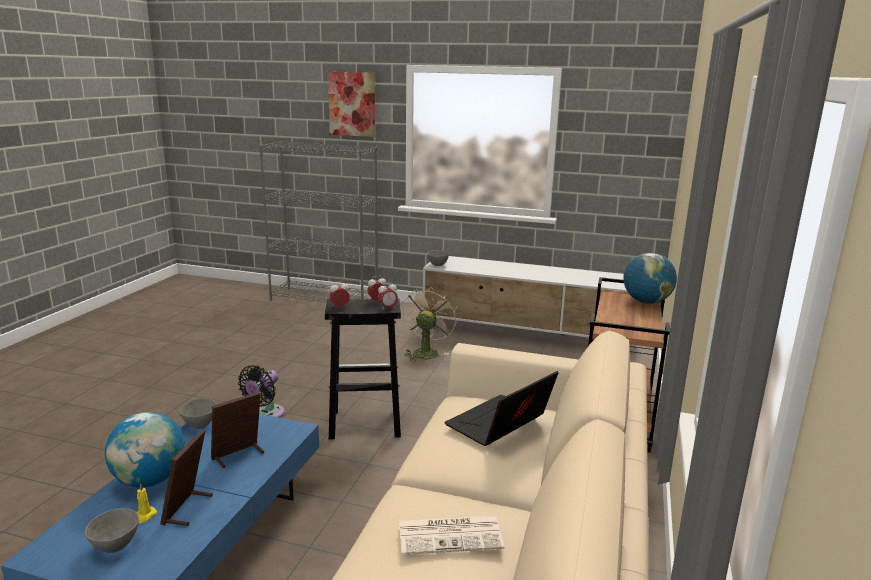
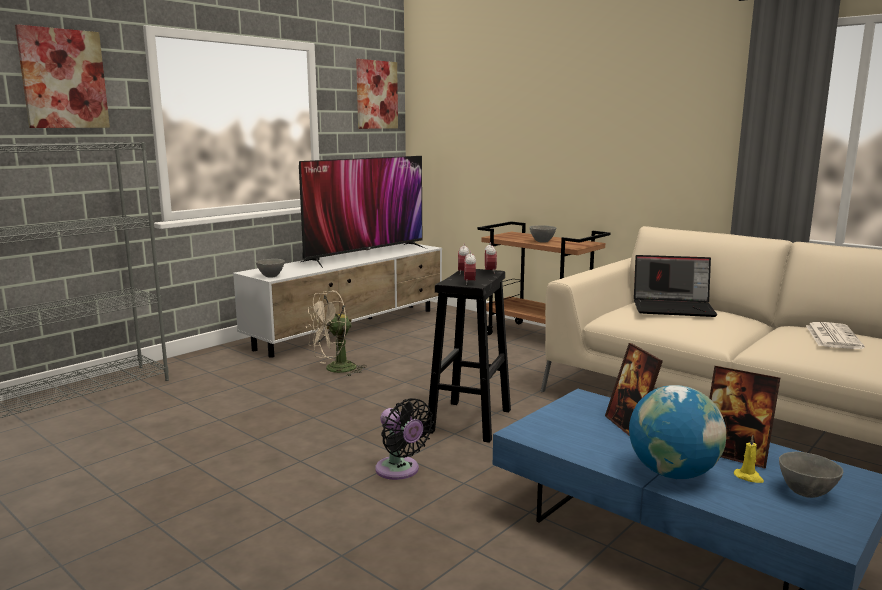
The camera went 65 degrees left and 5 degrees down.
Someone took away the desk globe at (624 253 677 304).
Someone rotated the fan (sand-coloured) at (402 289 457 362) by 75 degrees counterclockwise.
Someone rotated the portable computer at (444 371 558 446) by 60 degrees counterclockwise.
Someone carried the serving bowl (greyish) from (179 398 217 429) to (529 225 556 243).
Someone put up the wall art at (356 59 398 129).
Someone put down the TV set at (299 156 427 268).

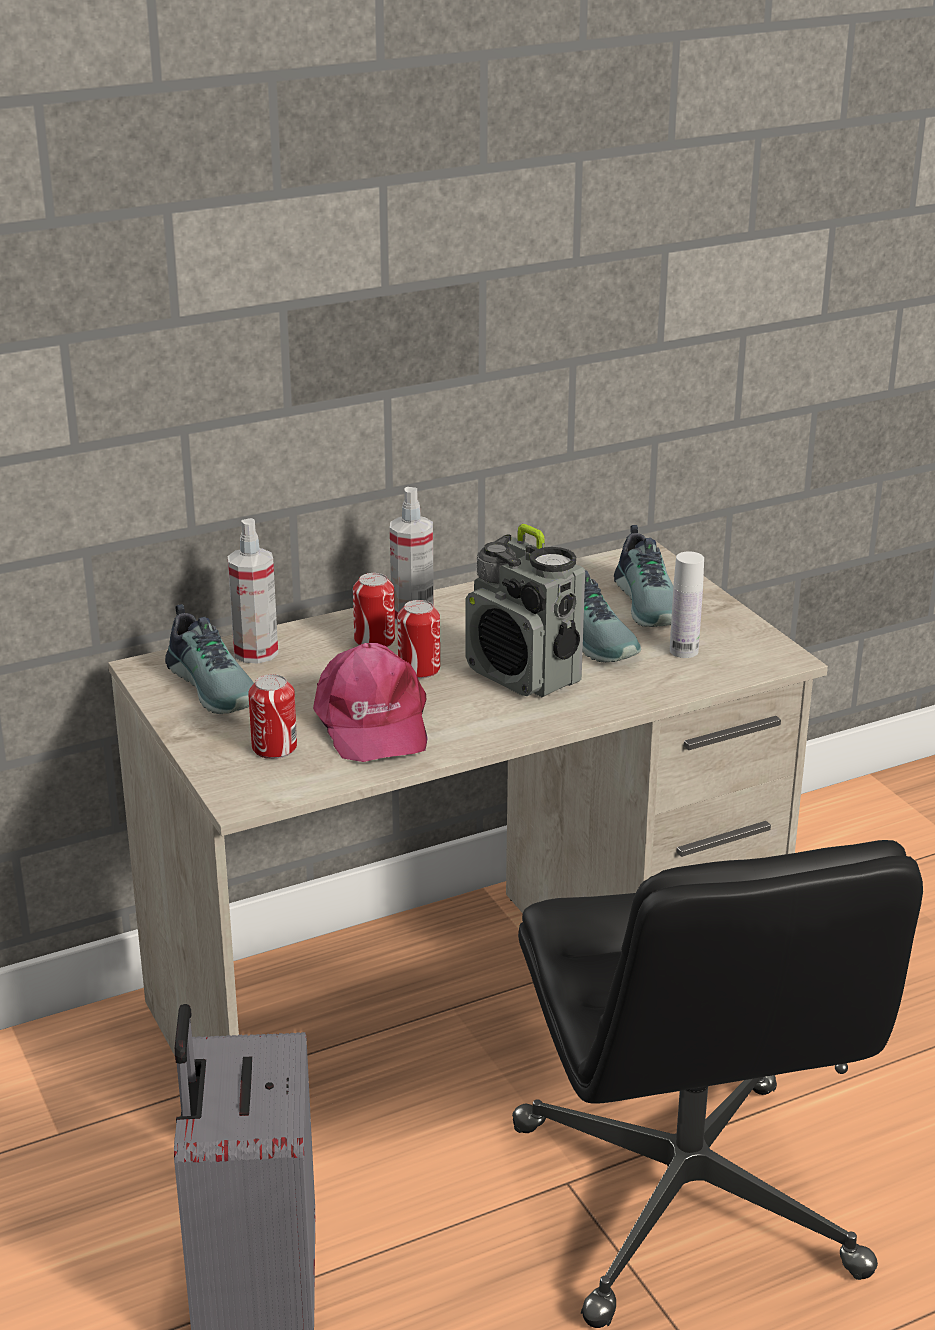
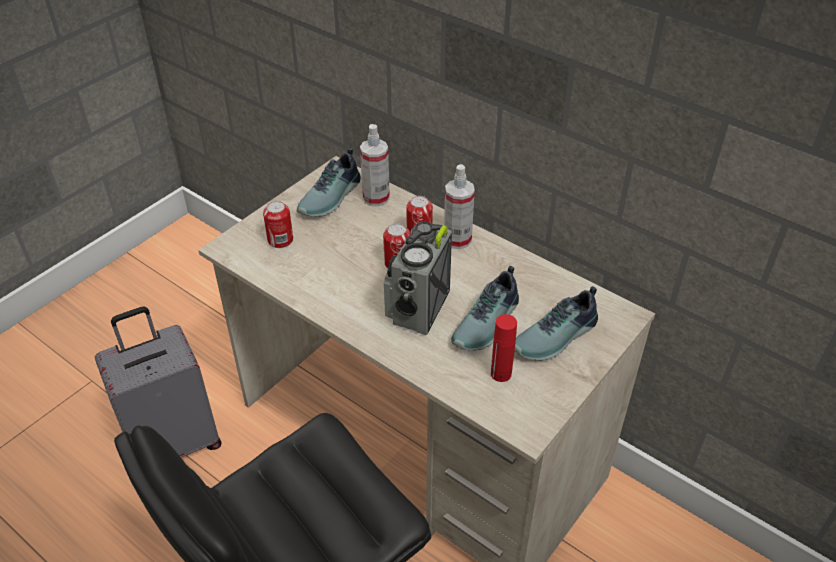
The camera went 65 degrees right and 15 degrees up.
Someone repainted the drink bottle (whitish) at (670 551 704 658), which became the drink bottle (red) at (491 314 517 382).
Someone took away the cap (pinkish) at (313 643 427 762).

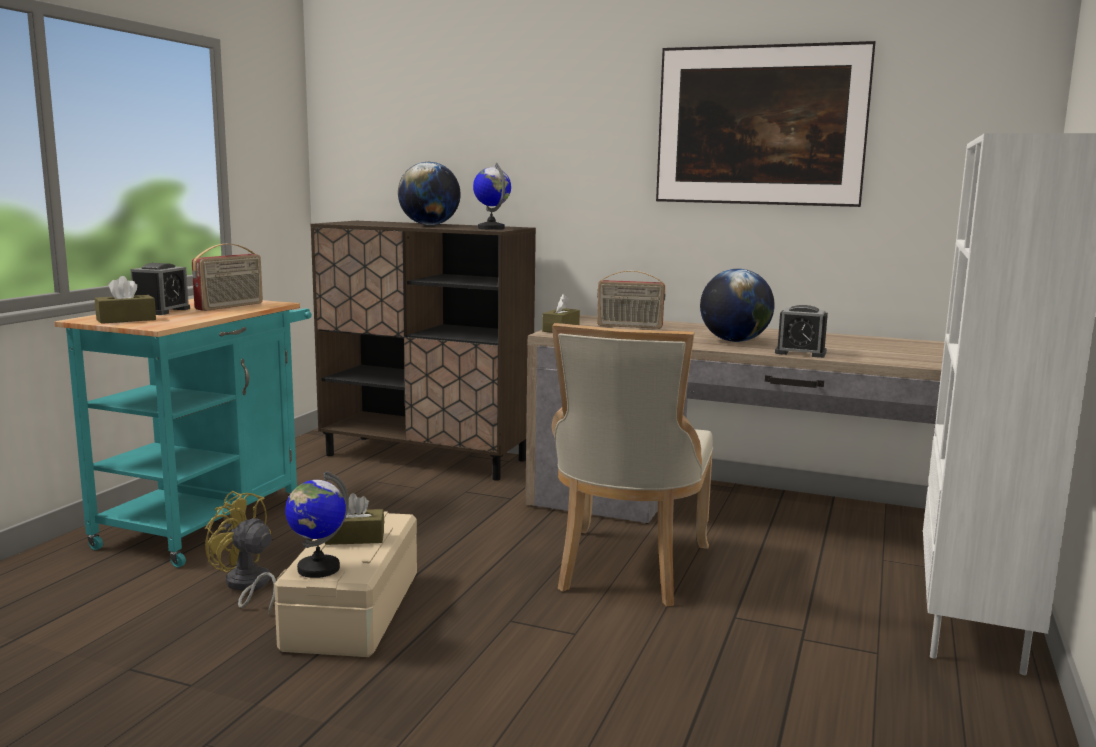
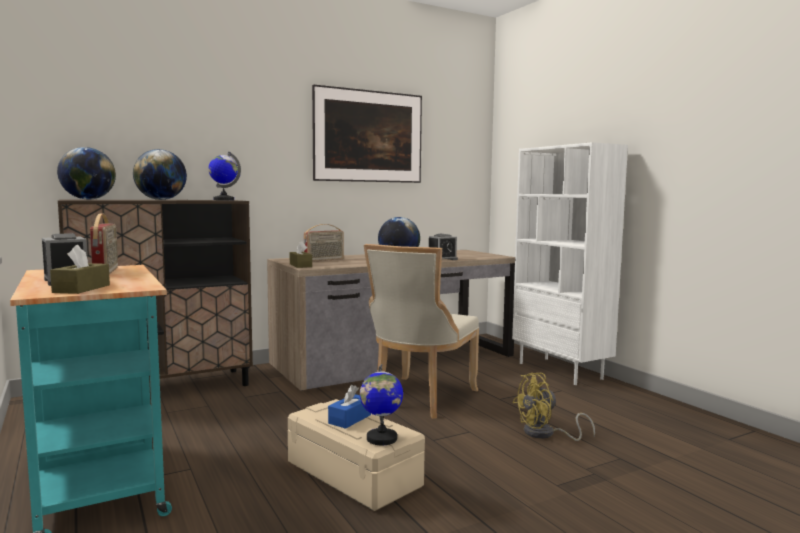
The camera went 50 degrees left and 5 degrees down.
Someone rotated the plain chair (sand-coloured) at (552 323 713 607) by 60 degrees clockwise.
Someone carried the fan (yellow-coloured) from (205 491 276 614) to (513 373 595 441).
Someone repainted the tissue holder (brown-coloured) at (325 493 384 545), which became the tissue holder (bluish) at (328 385 371 429).
Someone put down the desk globe at (57 147 116 200).

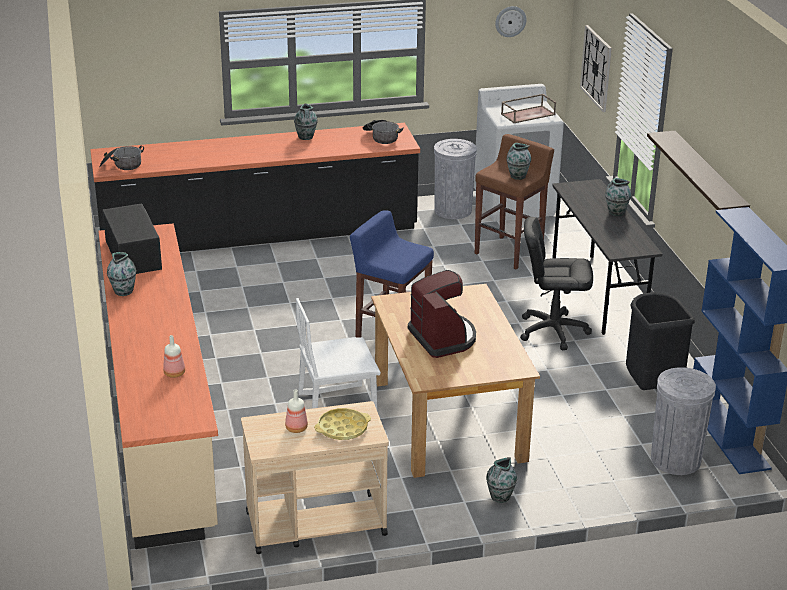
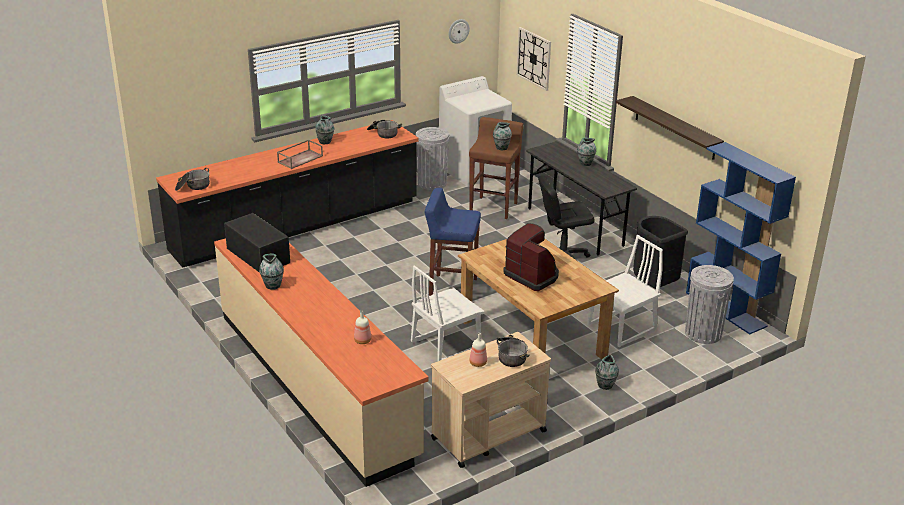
The camera went 20 degrees left and 0 degrees up.
Someone carried the carrying tray (brown-coloured) from (501 94 556 123) to (277 140 323 169).
Someone swapped the carrying tray (yellow-coloured) at (314 408 371 440) for the saucepot at (496 335 529 367).
Someone put down the plain chair (whitish) at (587 235 663 347).

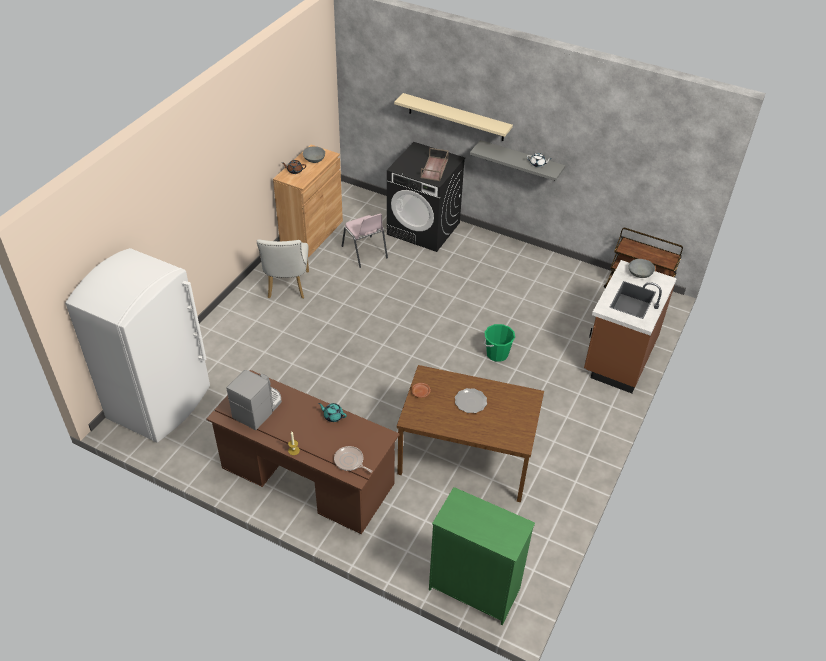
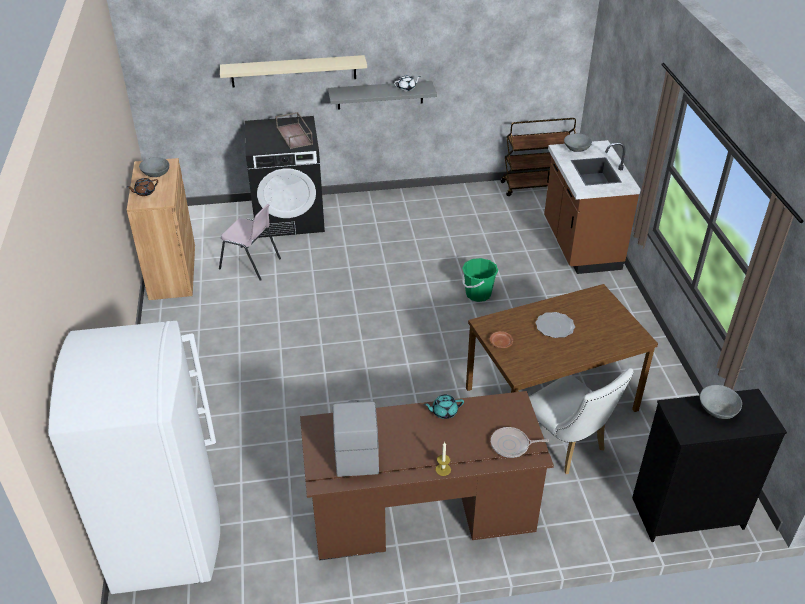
The camera went 35 degrees left and 5 degrees down.
Someone carried the plain chair (whitish) from (257 240 309 299) to (529 368 634 474).
Someone repainted the dresser (green) at (429 487 535 625), which became the dresser (black-coloured) at (632 389 787 542).
Someone put down the serving bowl (greyish) at (700 385 742 419).

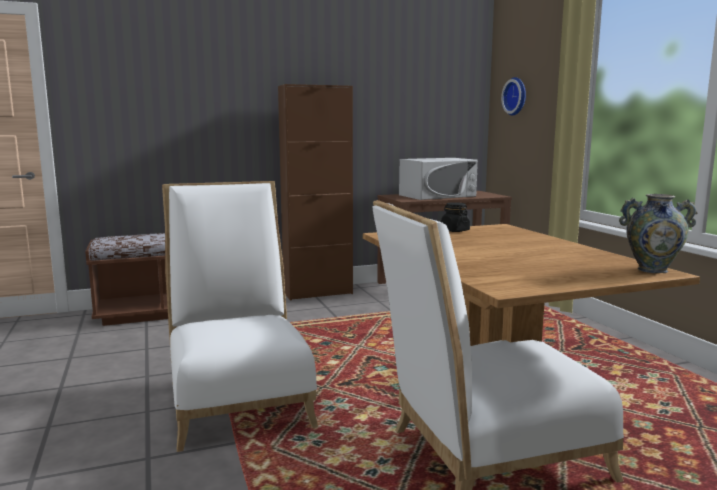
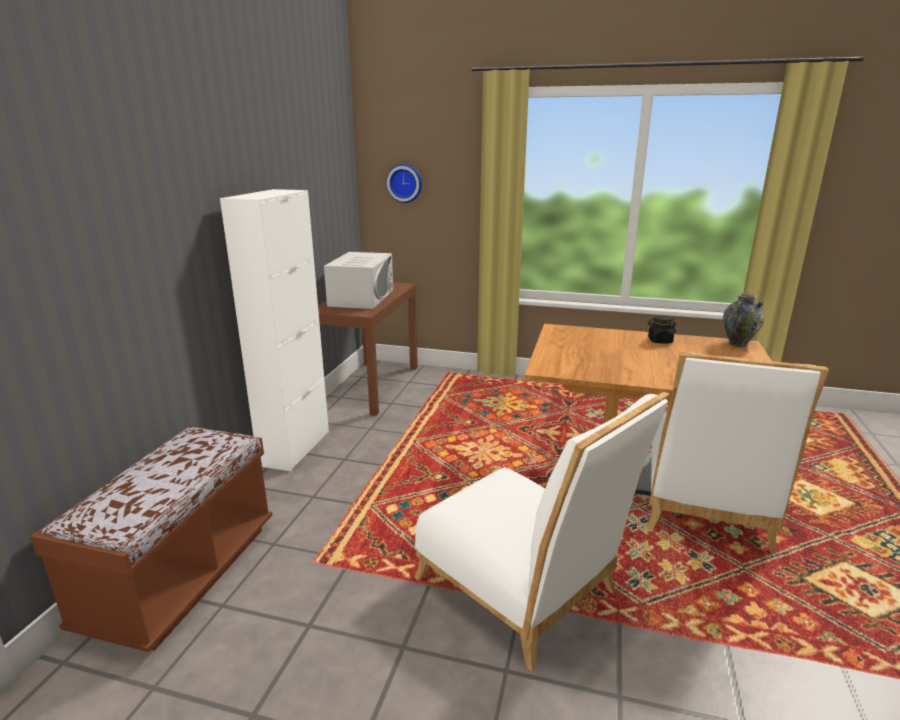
The camera went 55 degrees left and 10 degrees up.
Someone repainted the storage cabinet (brown-coloured) at (278 84 353 301), which became the storage cabinet (whitish) at (220 189 329 471).
Someone rotated the plain chair (whitish) at (162 181 318 452) by 150 degrees counterclockwise.
Someone carried the jar (black-coloured) from (441 202 470 232) to (648 315 676 344).

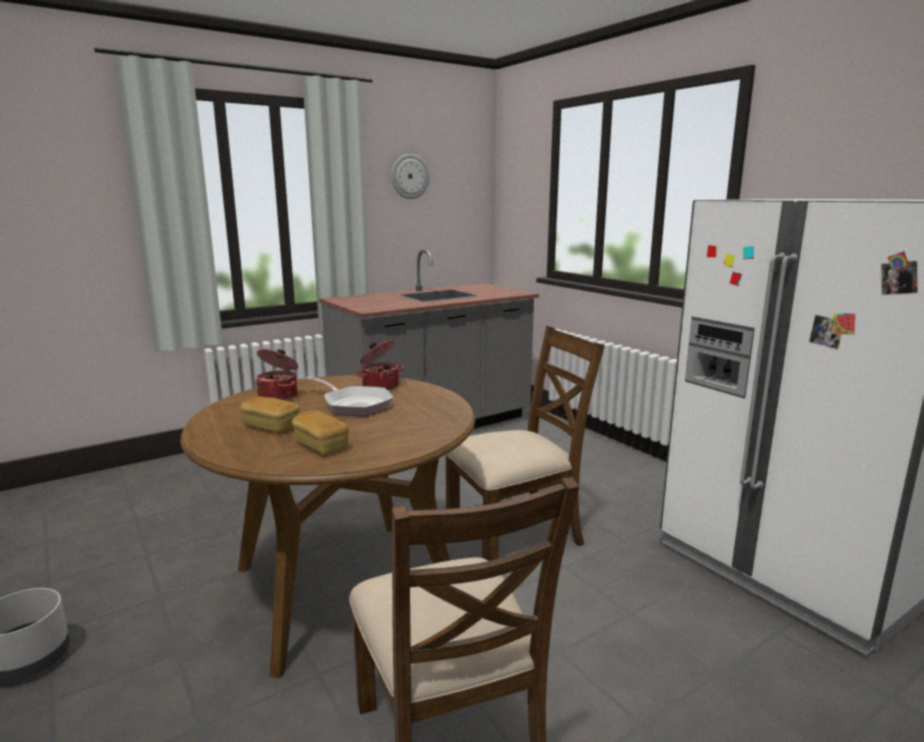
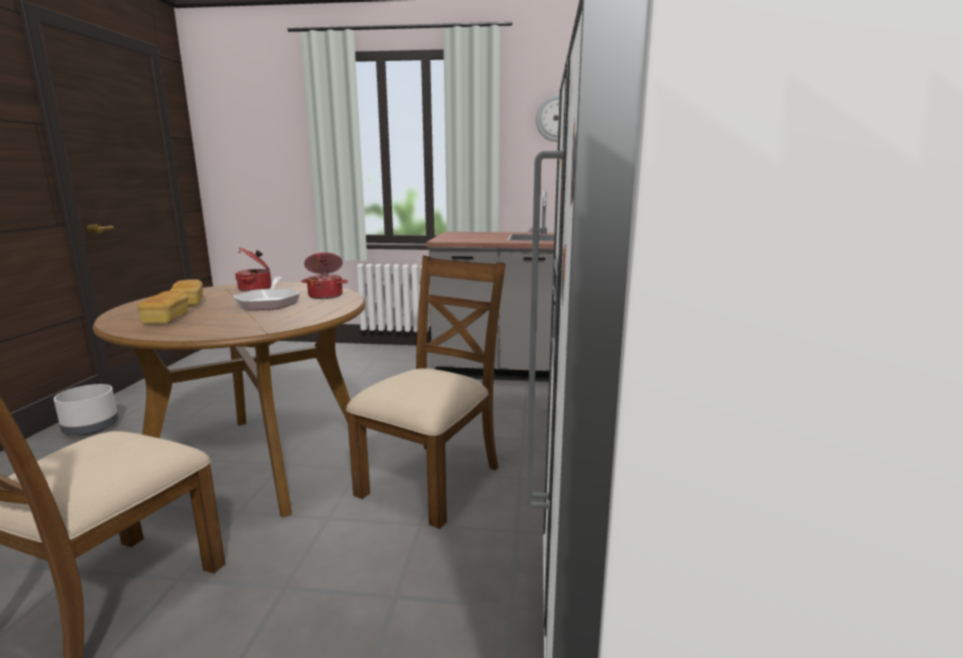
The camera went 40 degrees right and 0 degrees up.
Someone rotated the plain chair (brown-coloured) at (446 326 605 561) by 75 degrees counterclockwise.

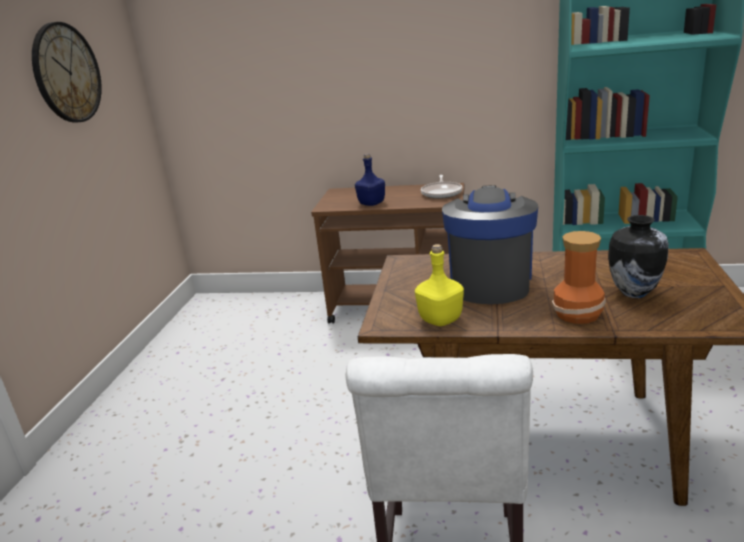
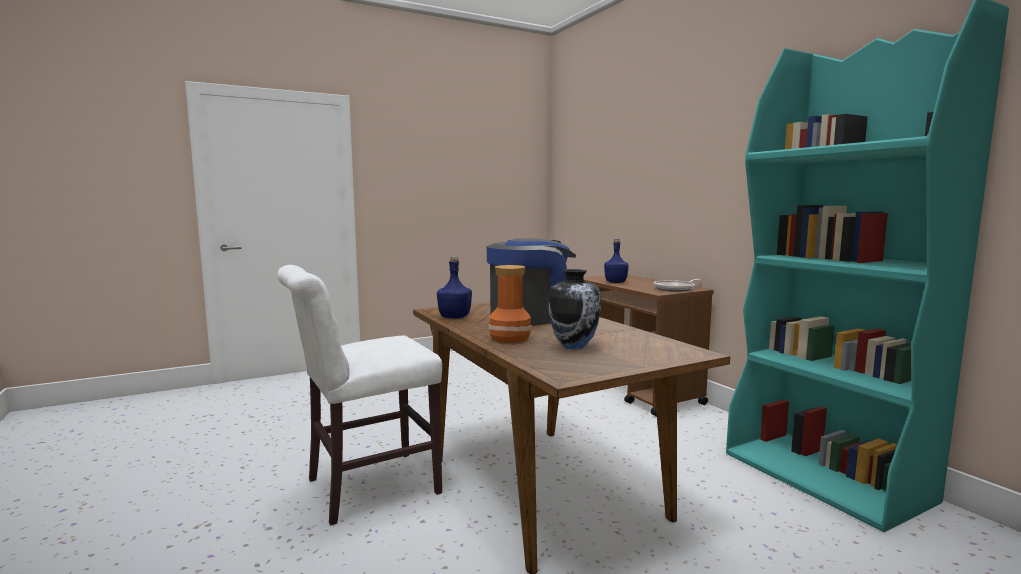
The camera went 50 degrees right and 15 degrees down.
Someone took away the clock on the wall at (32 22 102 122).
Someone repainted the drink bottle (yellow-coloured) at (415 244 464 326), which became the drink bottle (bluish) at (437 256 472 318).

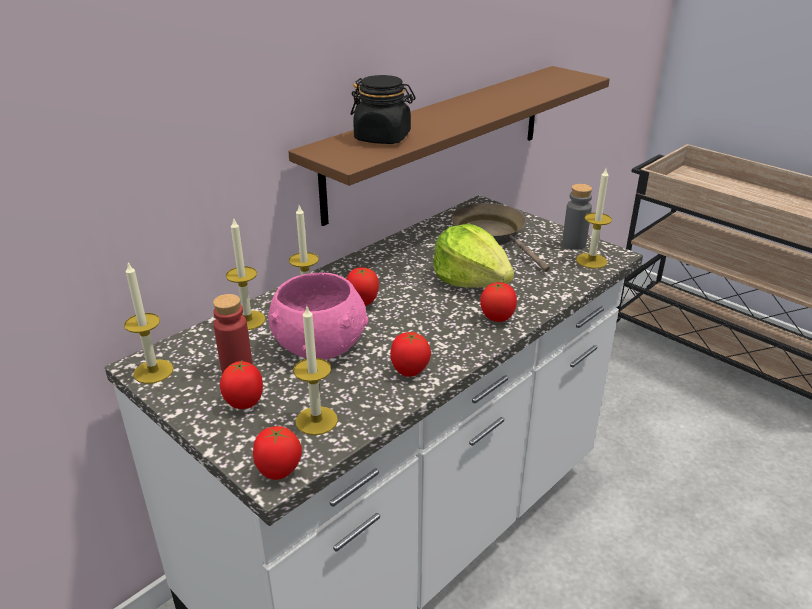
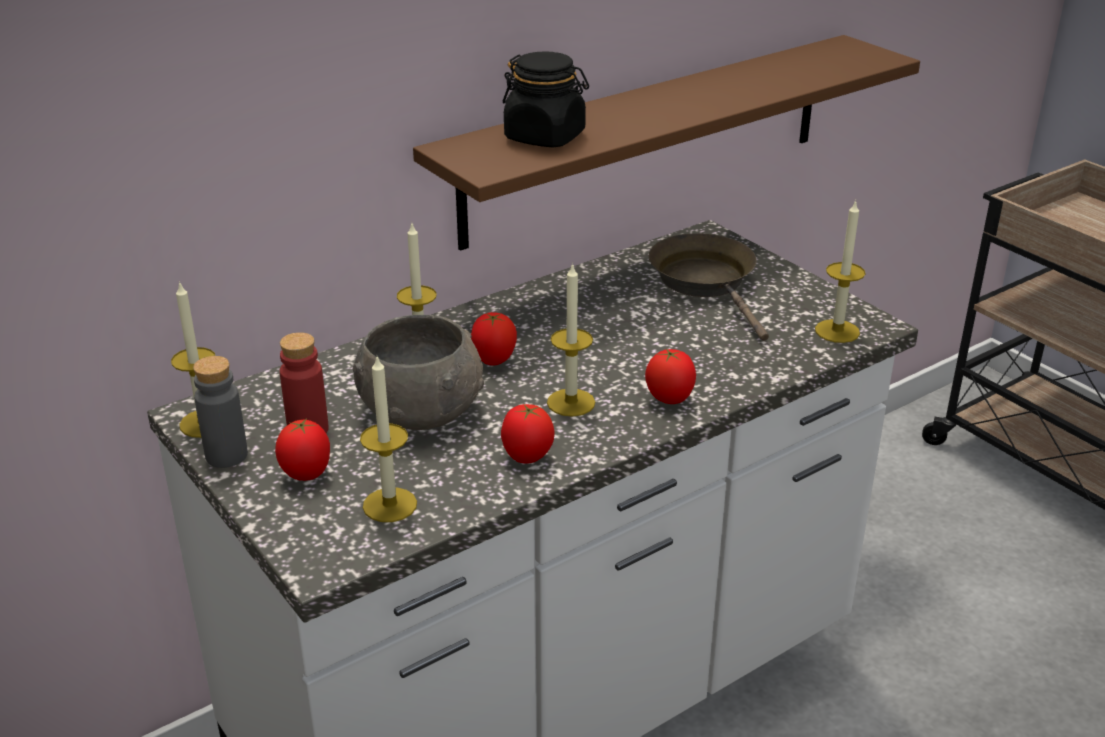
The camera went 10 degrees right and 0 degrees up.
Someone carried the drink bottle (greyish) from (562 184 592 250) to (193 356 248 468).
Someone carried the wax candle from (226 217 266 330) to (547 262 595 417).
Someone took away the head of lettuce at (433 223 514 288).
Someone repainted the serving bowl (pinkish) at (268 272 368 360), which became the serving bowl (greyish) at (353 315 484 430).
Someone took away the tomato at (253 426 302 480).

